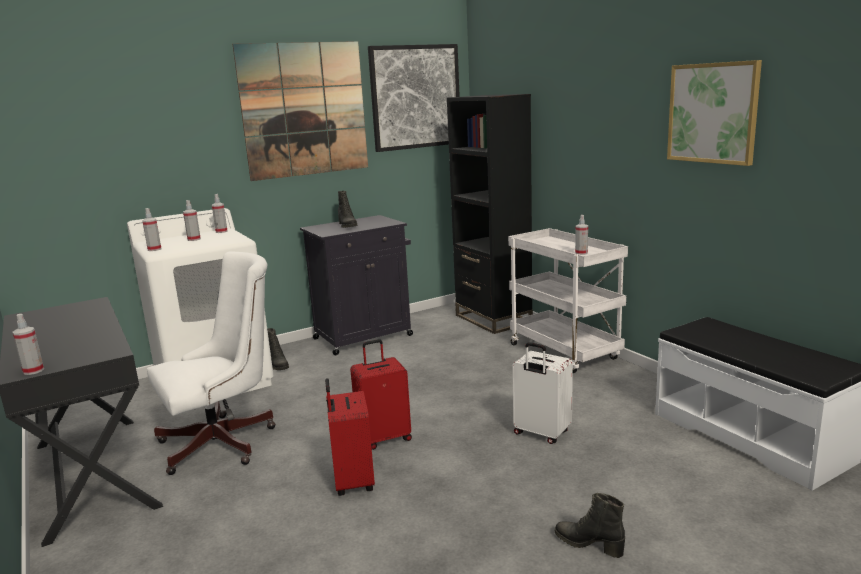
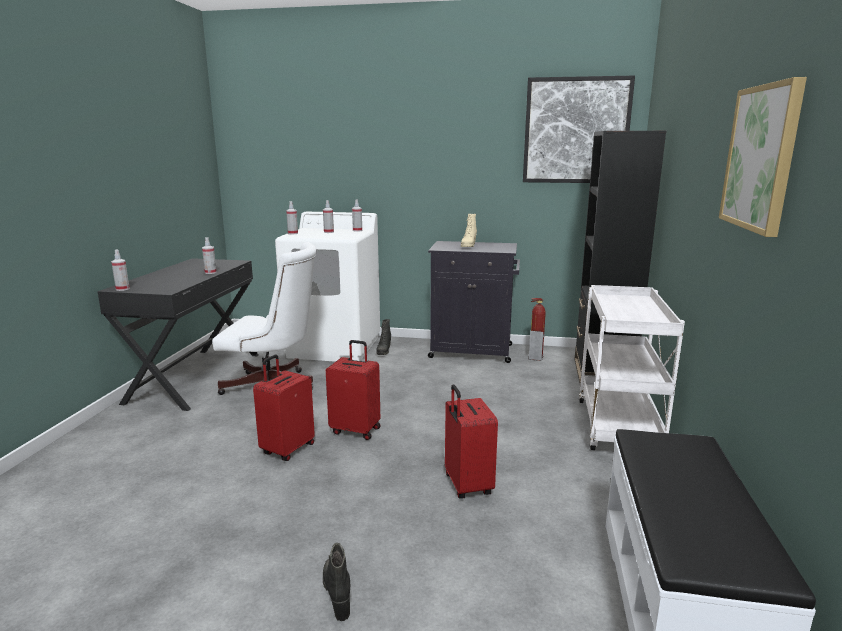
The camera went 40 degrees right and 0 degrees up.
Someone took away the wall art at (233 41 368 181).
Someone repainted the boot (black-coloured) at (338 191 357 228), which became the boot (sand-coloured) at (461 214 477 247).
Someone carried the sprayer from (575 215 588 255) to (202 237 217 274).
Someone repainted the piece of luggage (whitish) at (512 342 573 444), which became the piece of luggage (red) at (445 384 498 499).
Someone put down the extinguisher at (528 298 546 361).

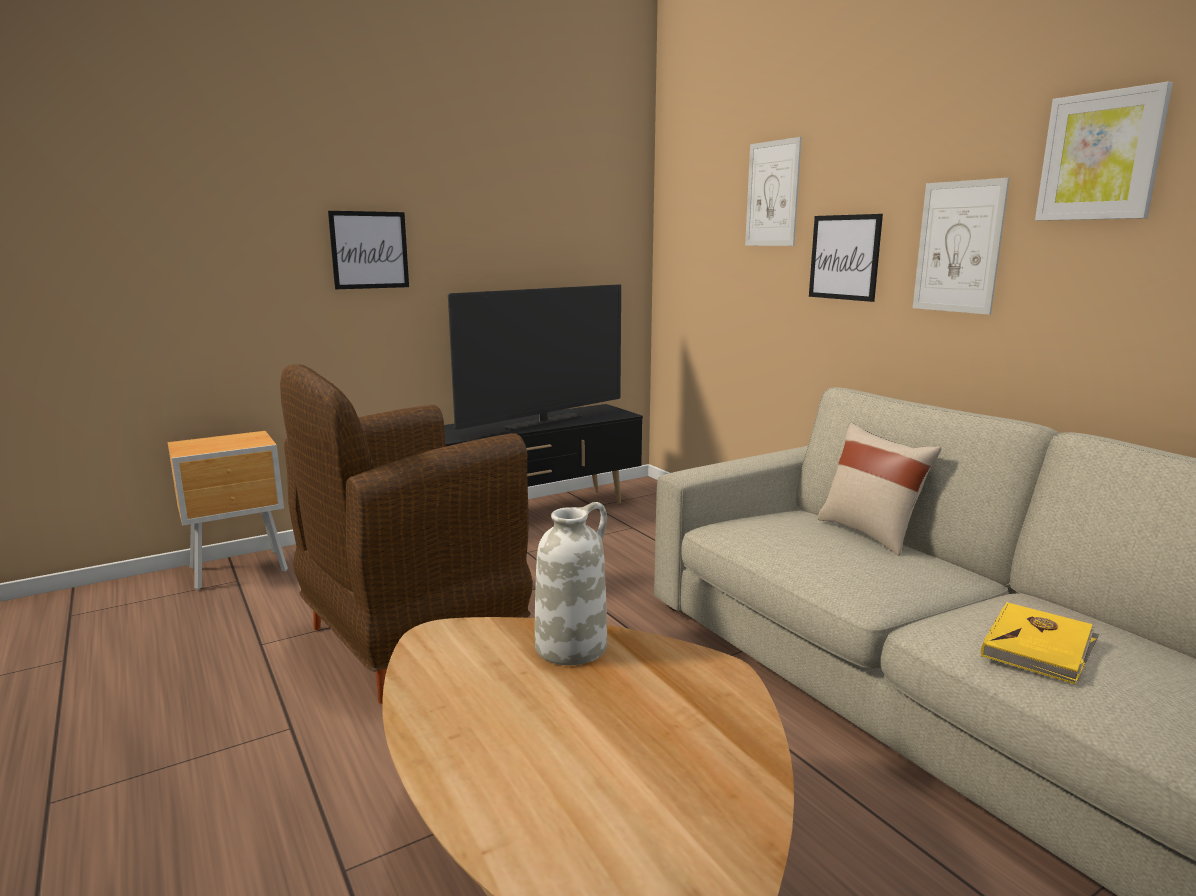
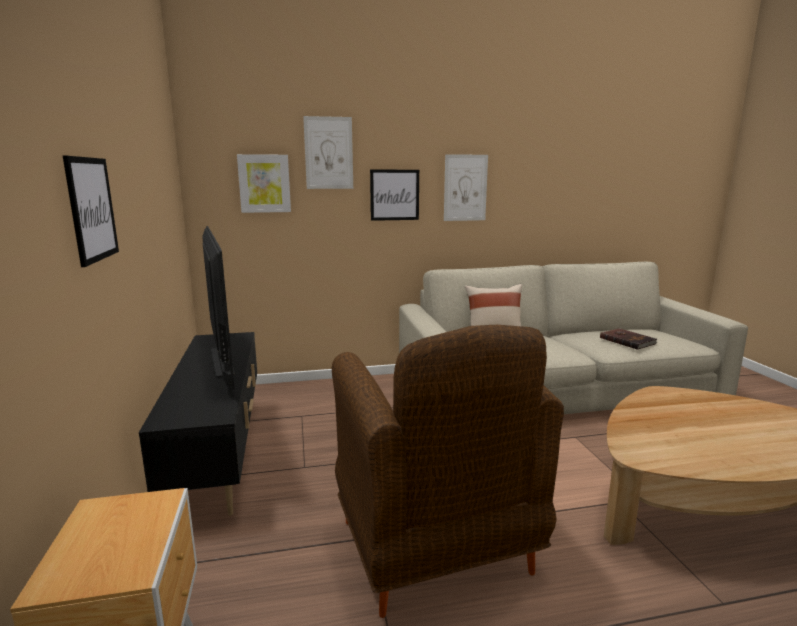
The camera went 70 degrees left and 0 degrees up.
Someone carried the wall art from (1035 82 1173 221) to (237 154 291 213).
Someone took away the decorative vase (whitish) at (535 502 607 665).
Someone repainted the volume (yellow-coloured) at (981 602 1099 684), which became the volume (brown-coloured) at (600 328 657 350).

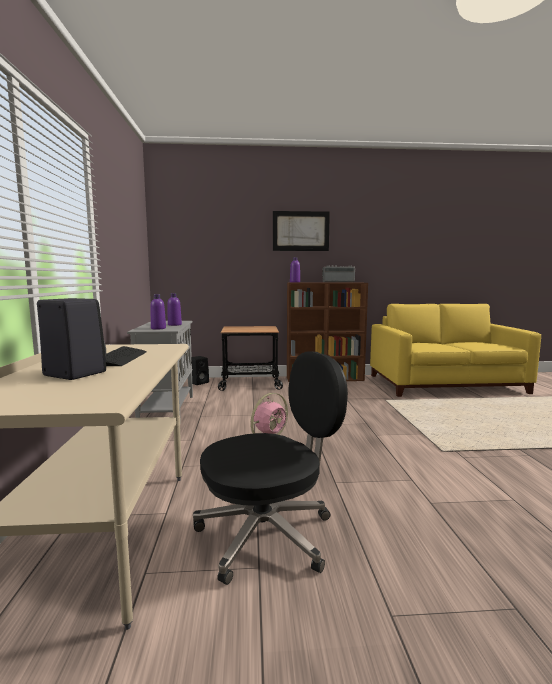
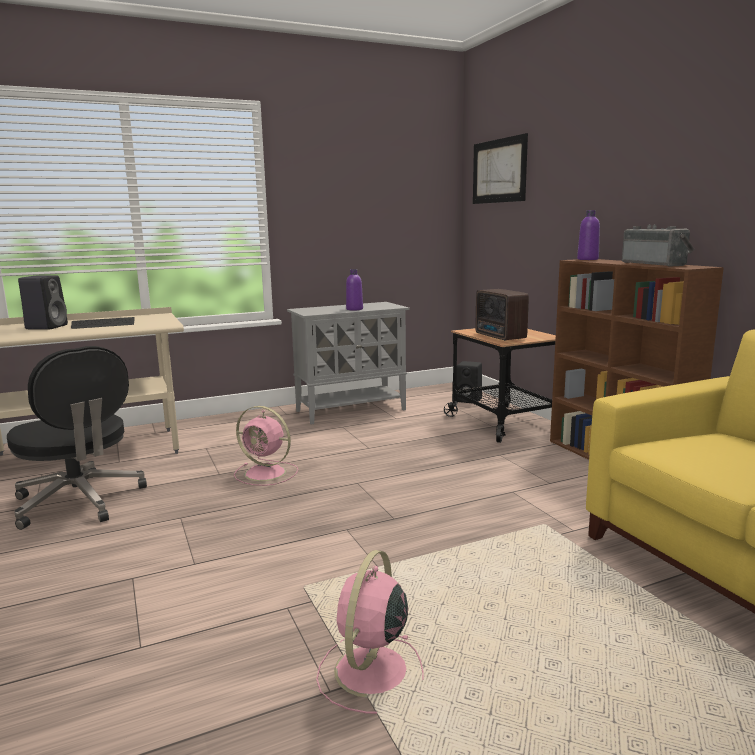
The camera went 70 degrees right and 5 degrees up.
Someone carried the wall art from (273 211 330 251) to (473 133 528 204).
Someone took away the drink bottle (purple-coloured) at (150 294 166 329).
Someone put down the radio set at (475 289 529 341).
Someone put down the fan (pinkish) at (316 550 424 714).

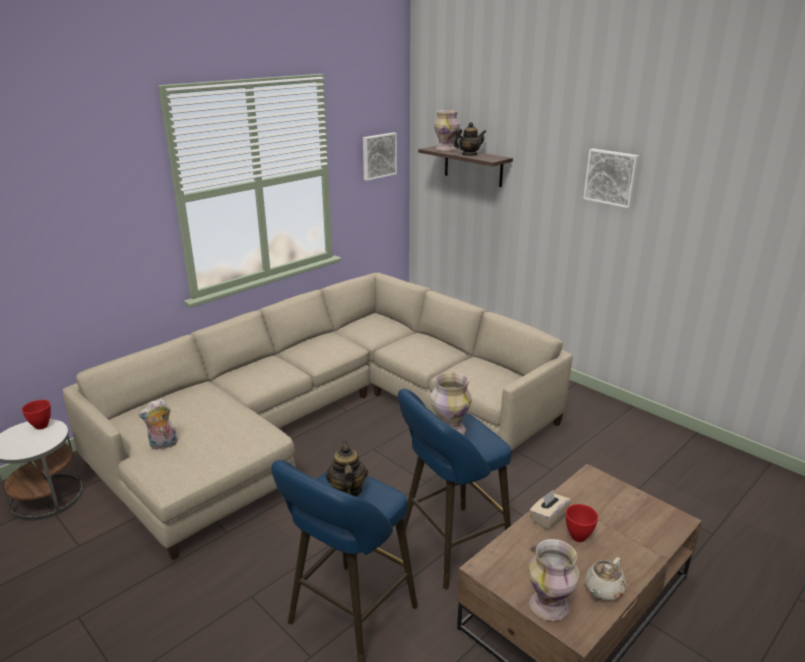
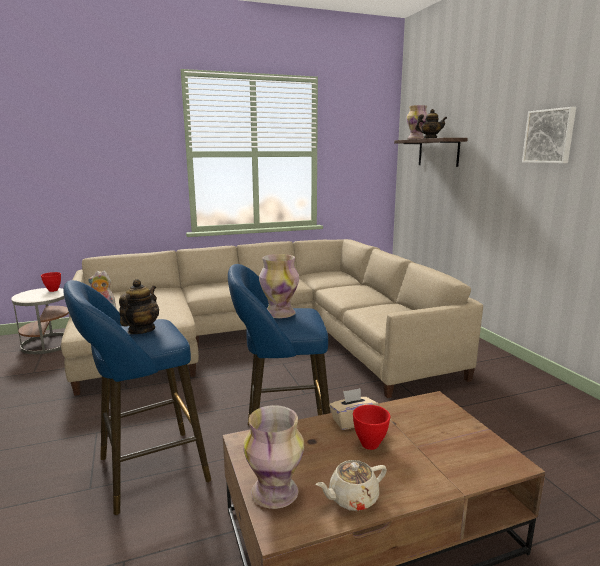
The camera went 25 degrees right and 10 degrees down.
Someone took away the wall art at (363 132 397 181).

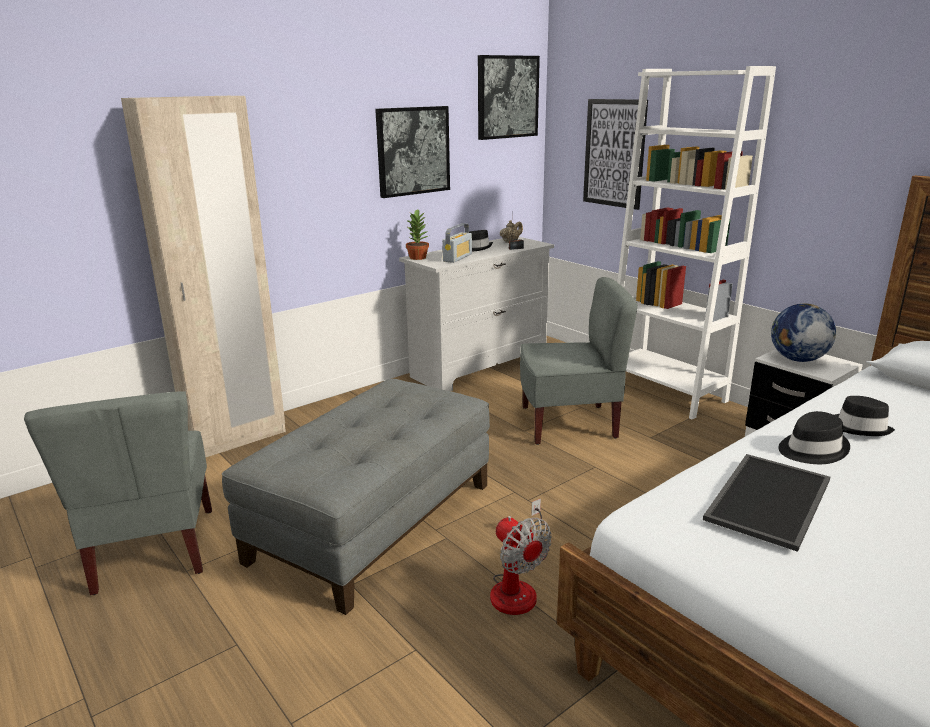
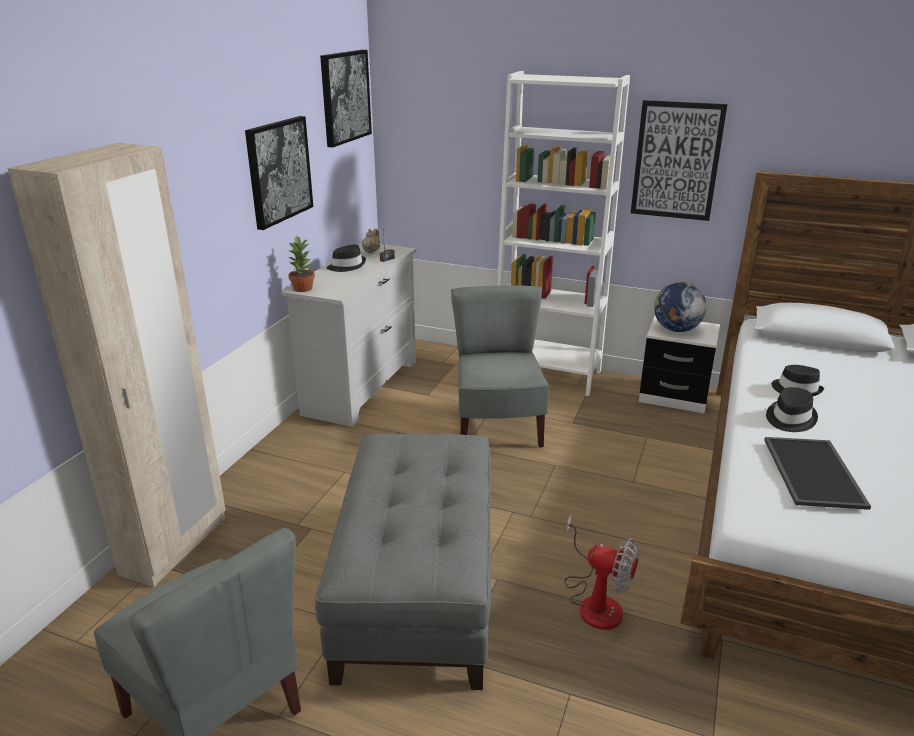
The camera went 30 degrees left and 5 degrees up.
Someone carried the wall art from (583 99 648 210) to (631 100 728 221).
Someone took away the radio set at (442 223 472 263).
Someone rotated the plain chair (greyish) at (520 277 638 445) by 60 degrees counterclockwise.

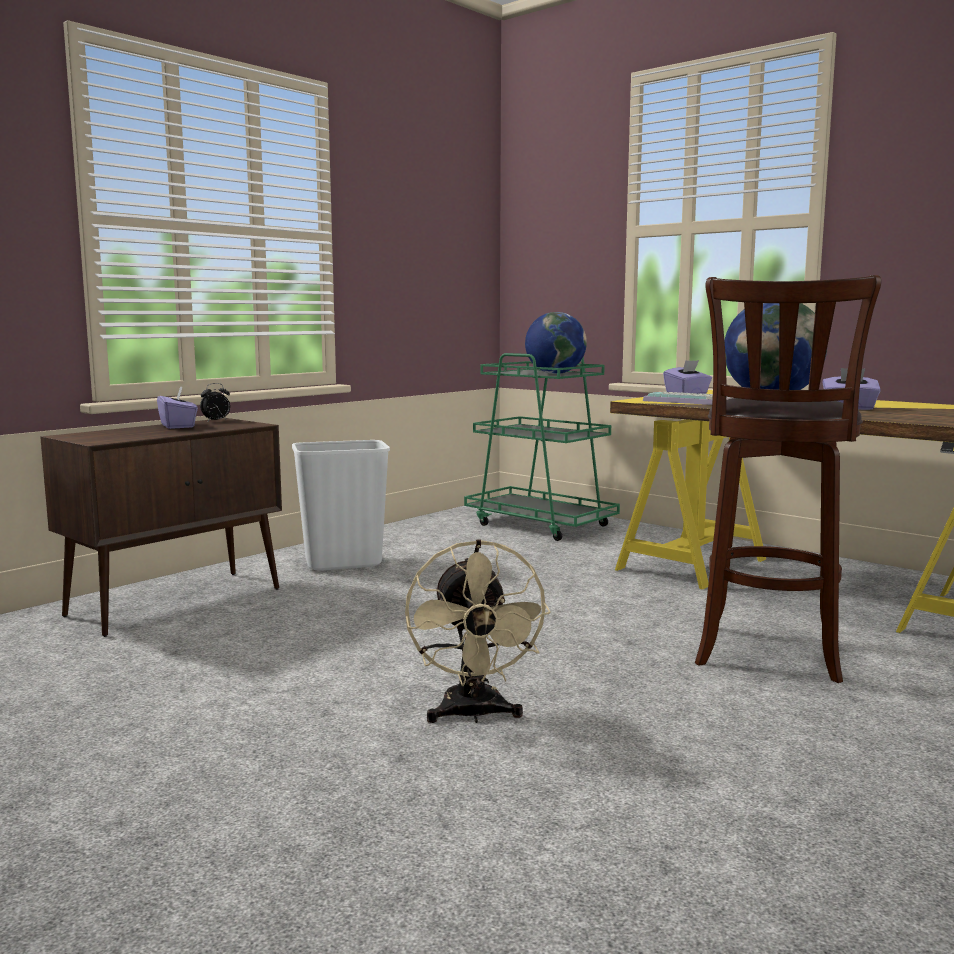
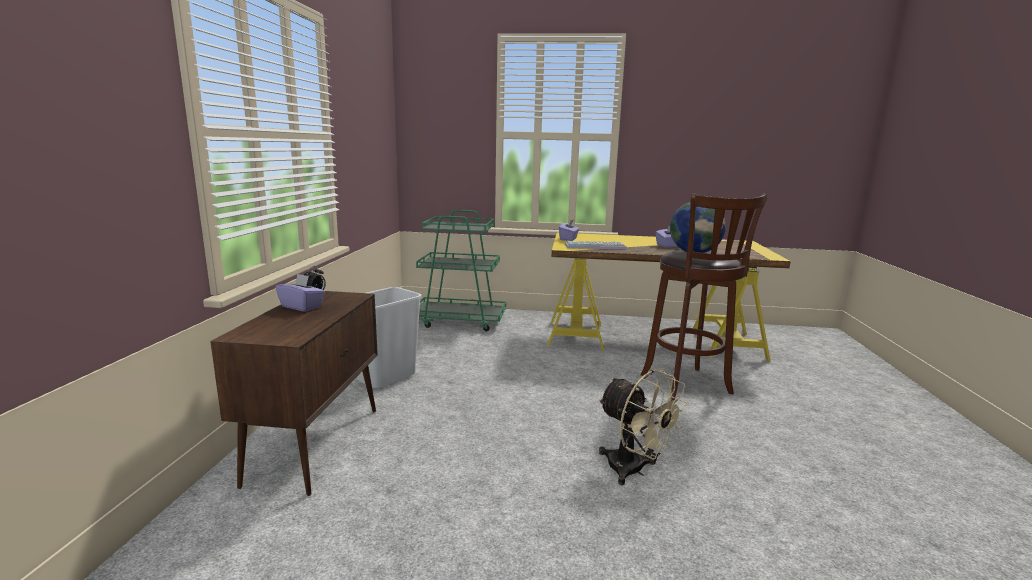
The camera went 35 degrees left and 5 degrees up.
Someone took away the desk globe at (525 312 587 374).

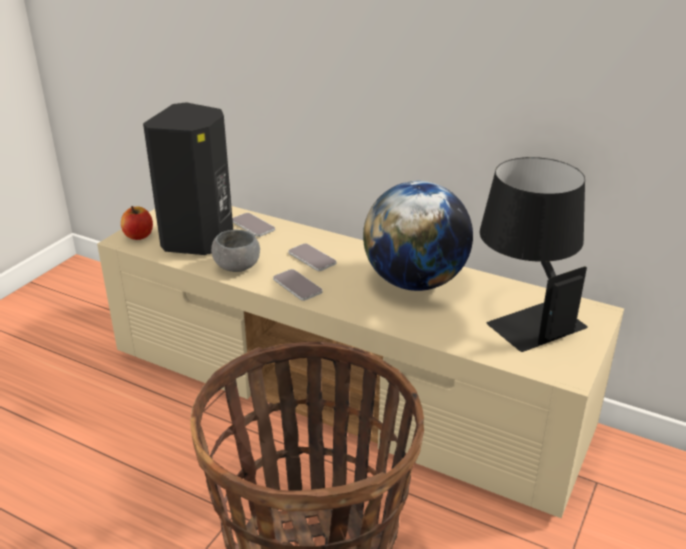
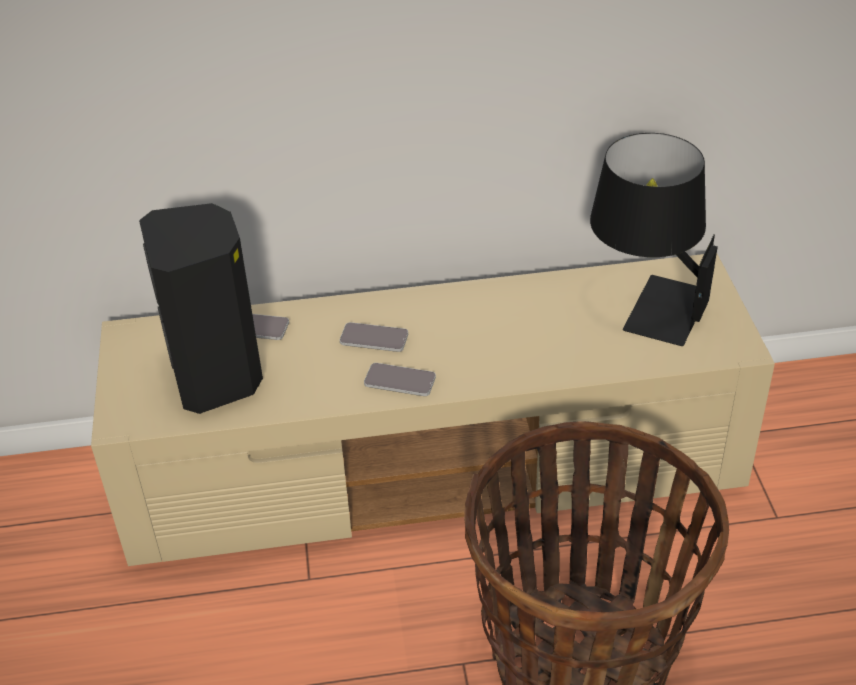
The camera went 35 degrees left and 10 degrees up.
Someone took away the desk globe at (363 181 473 291).
Someone took away the apple at (121 206 153 240).
Someone took away the serving bowl (greyish) at (211 229 260 272).

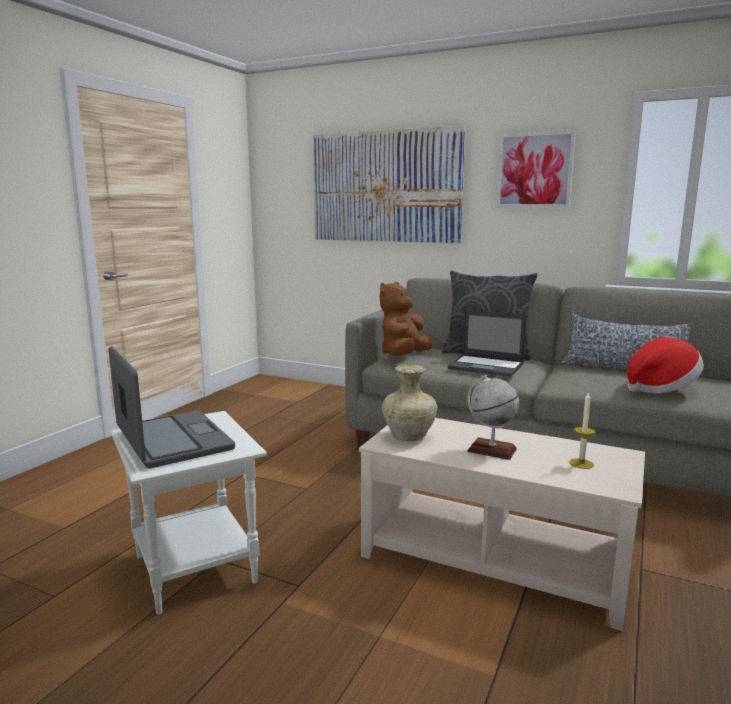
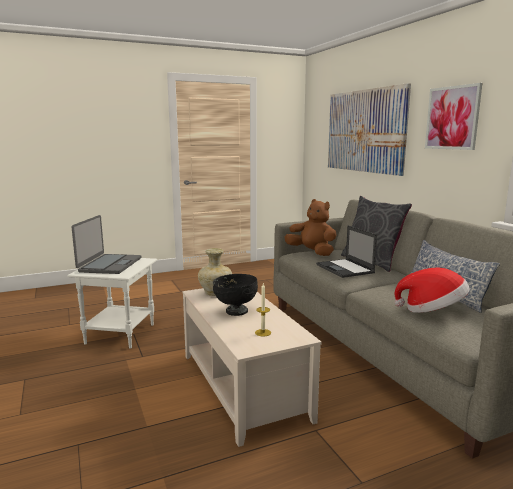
The camera went 40 degrees right and 0 degrees up.
Someone rotated the plush toy (brown-coloured) at (380 282 432 356) by 60 degrees clockwise.
Someone swapped the desk globe at (467 375 519 460) for the serving bowl (black-coloured) at (213 274 258 316).

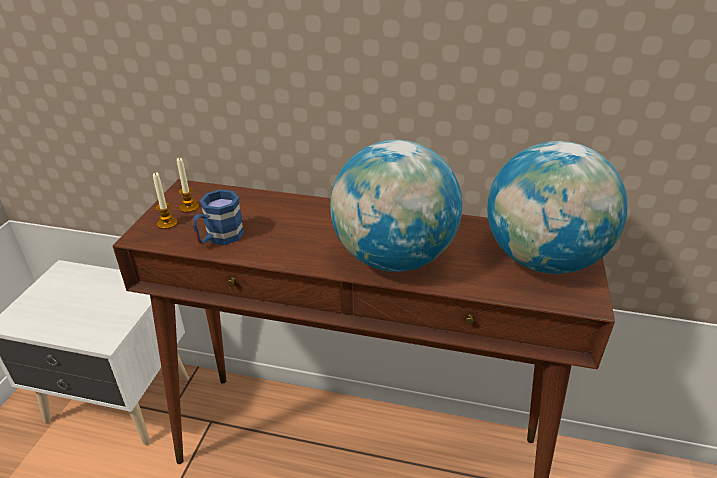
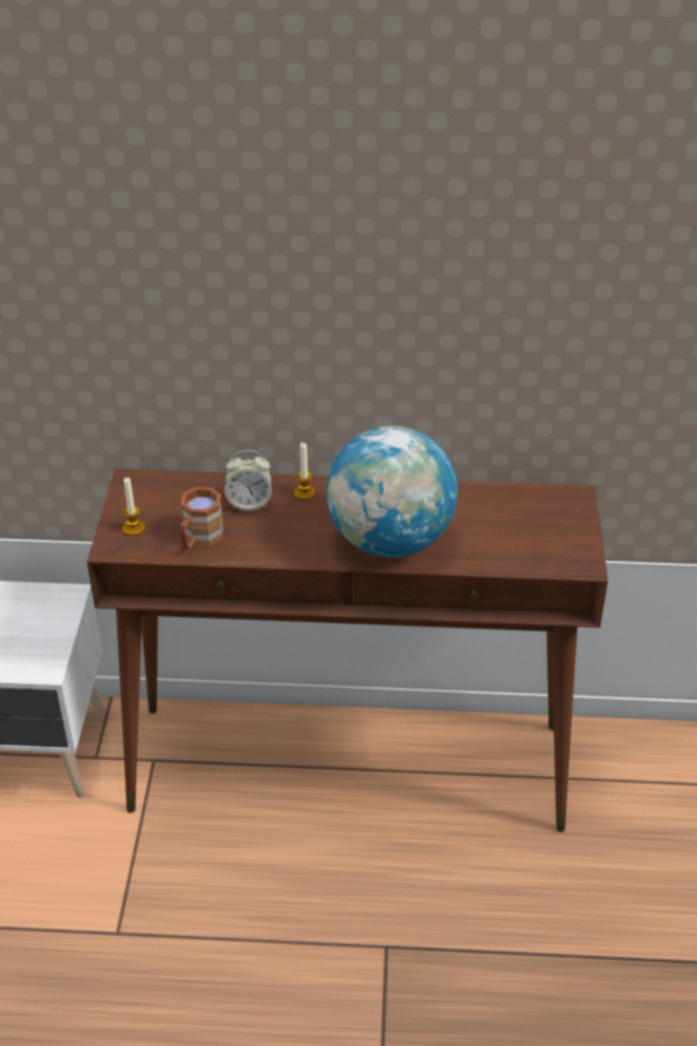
The camera went 10 degrees left and 5 degrees up.
Someone took away the desk globe at (487 141 628 274).
Someone carried the wax candle from (177 158 199 213) to (294 442 315 500).
Someone repainted the mug (bluish) at (192 189 244 245), which became the mug (brown-coloured) at (180 487 224 549).
Someone put down the bedside clock at (224 450 272 511).

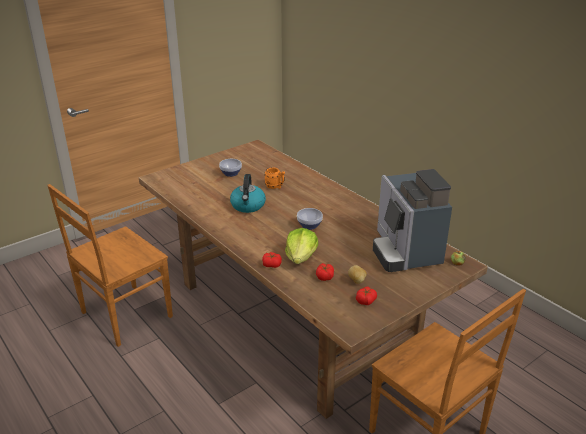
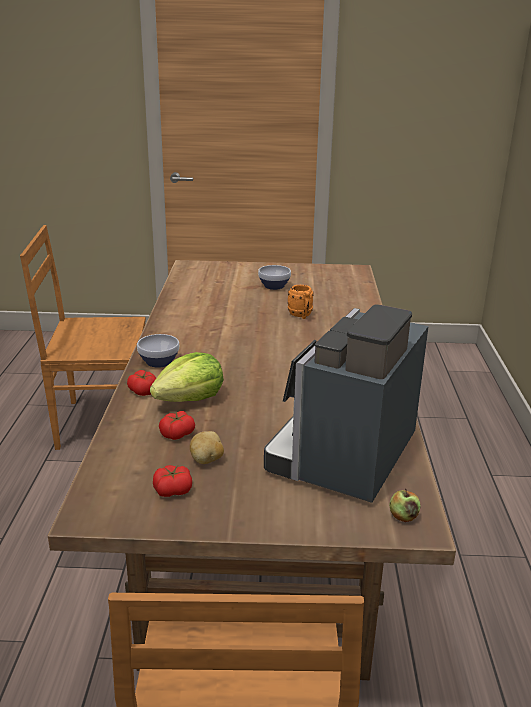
The camera went 40 degrees right and 5 degrees down.
Someone took away the water kettle at (230 174 266 213).
Someone carried the serving bowl from (297 208 323 230) to (137 334 179 368).

